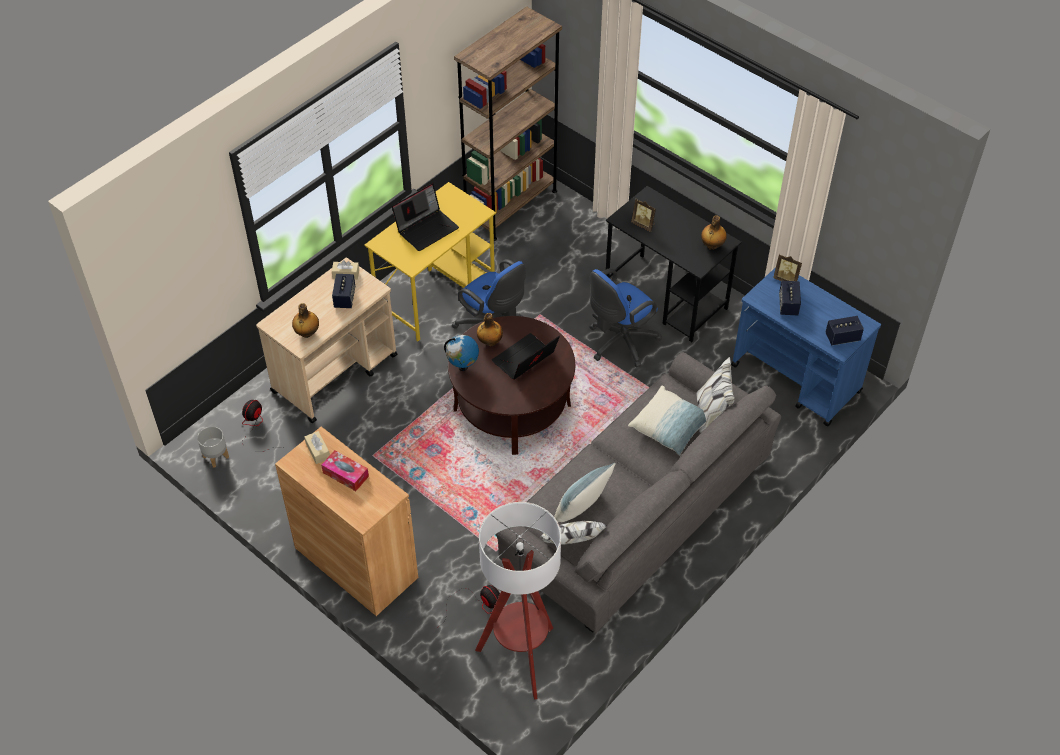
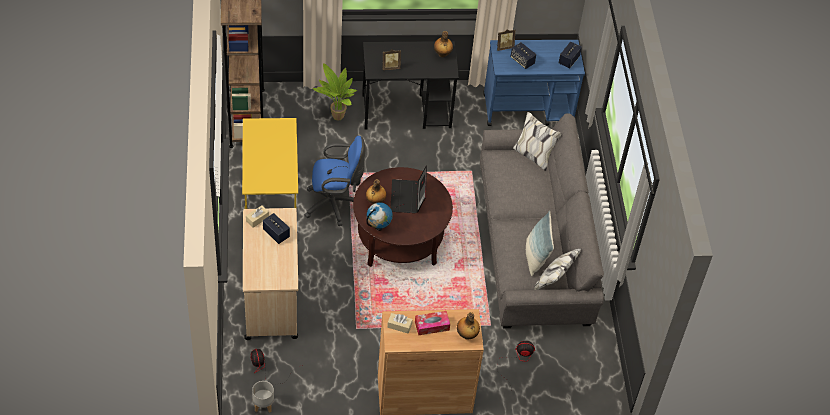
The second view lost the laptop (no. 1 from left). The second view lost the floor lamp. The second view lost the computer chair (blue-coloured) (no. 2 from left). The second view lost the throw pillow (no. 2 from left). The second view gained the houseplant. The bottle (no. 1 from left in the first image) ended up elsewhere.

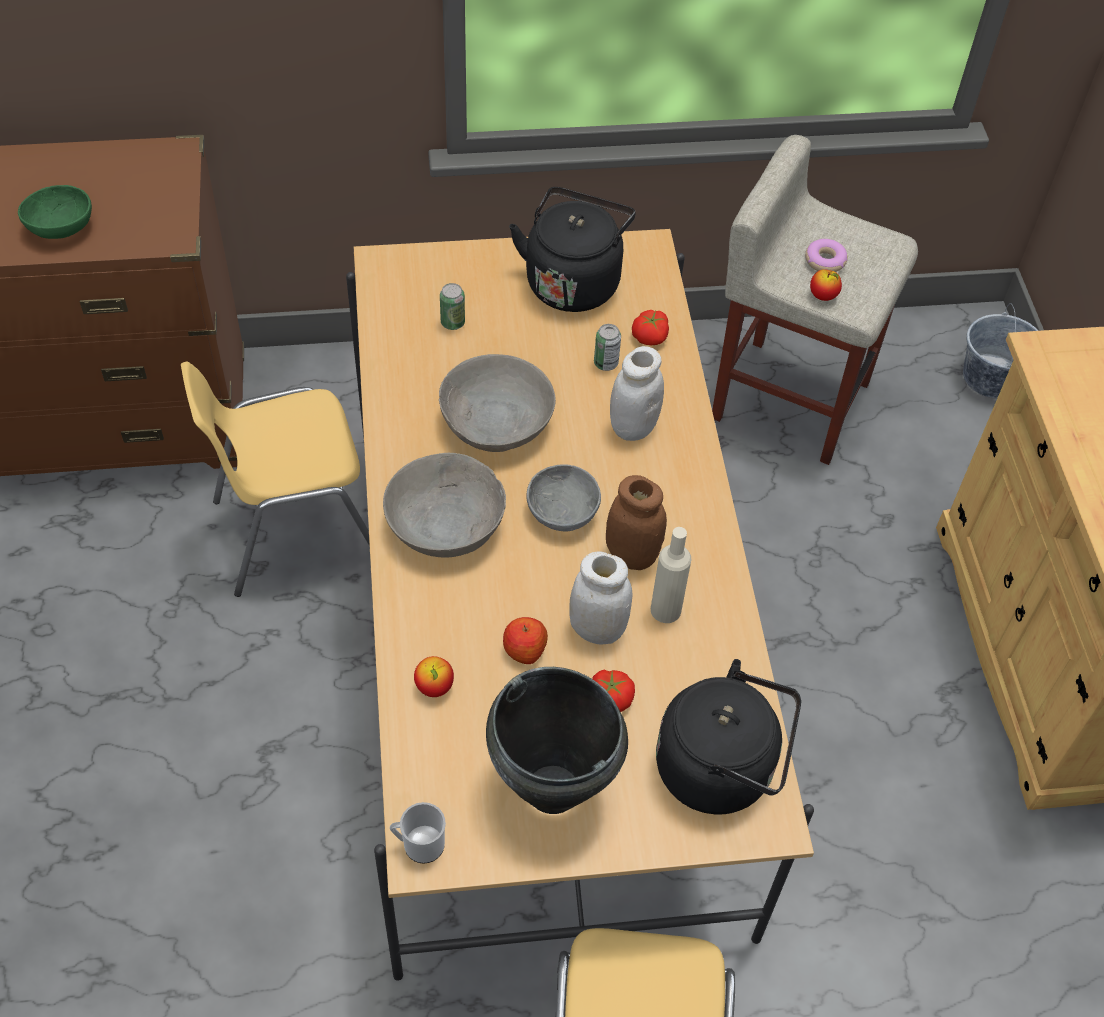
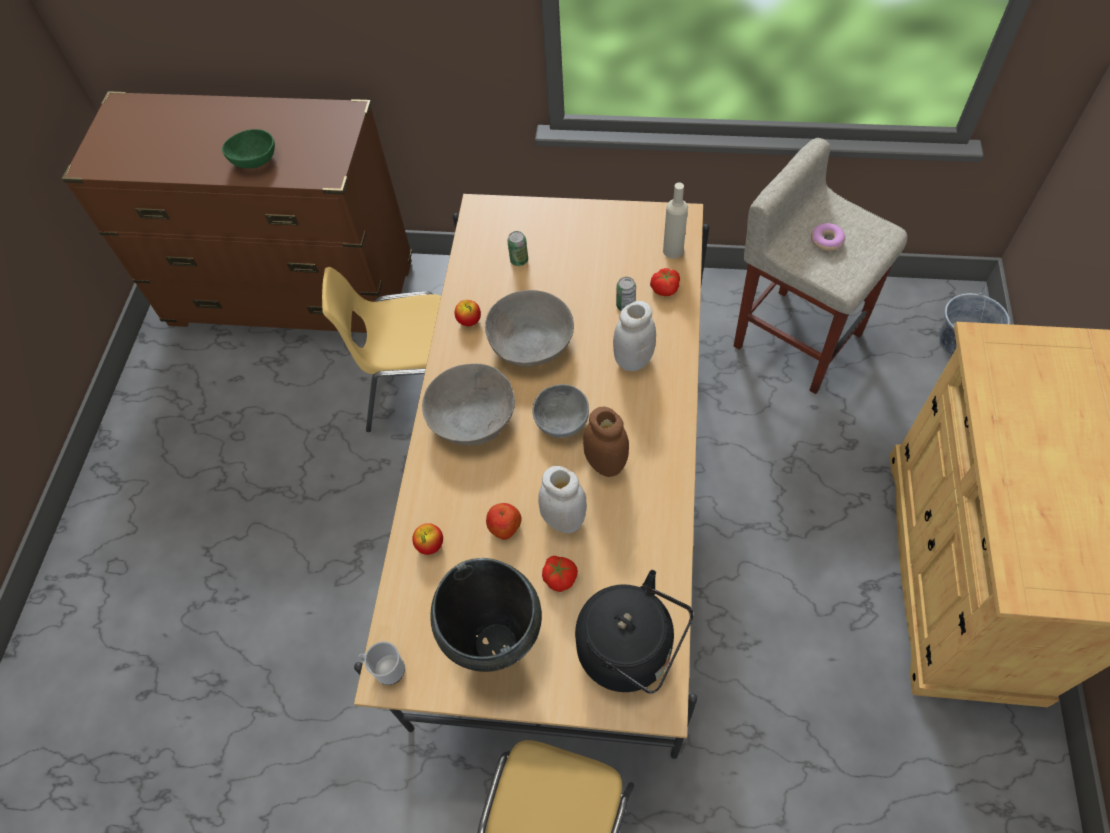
The second view lost the tea kettle (black) (no. 1 from left). The bottle (beige-coloured) ended up elsewhere. The apple (no. 3 from left in the first image) ended up elsewhere.

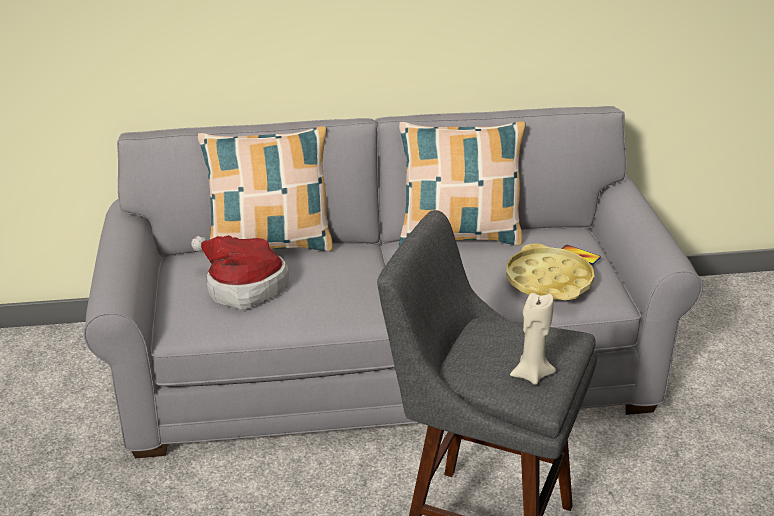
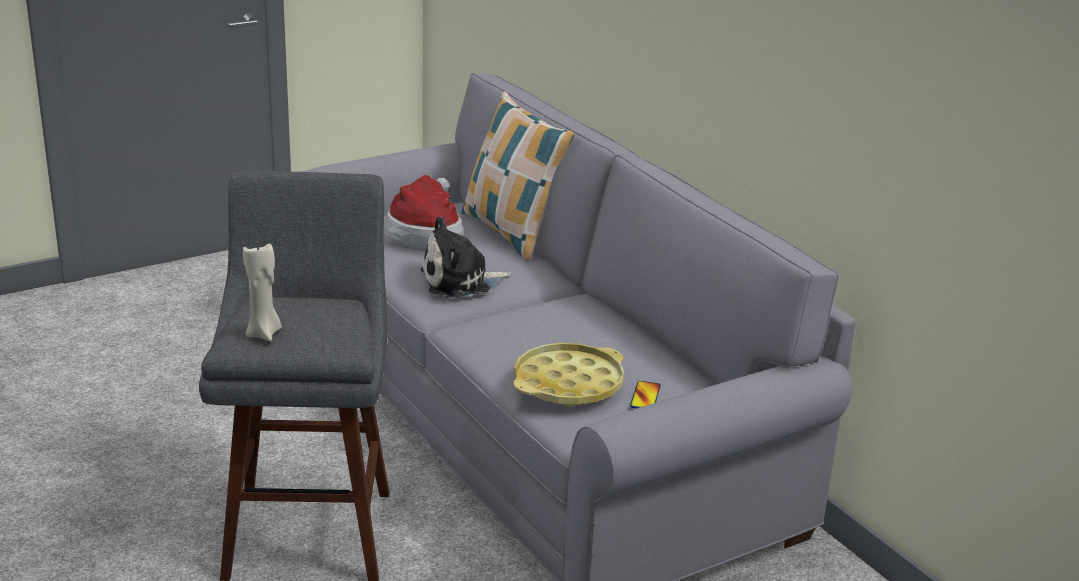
The second view lost the throw pillow (no. 2 from left). The second view gained the soft toy.

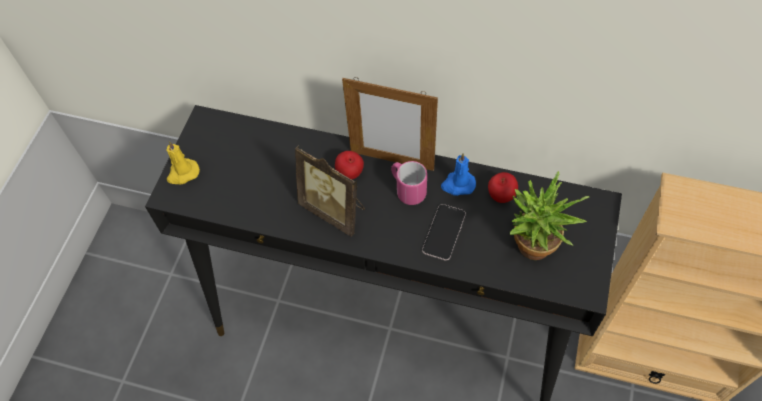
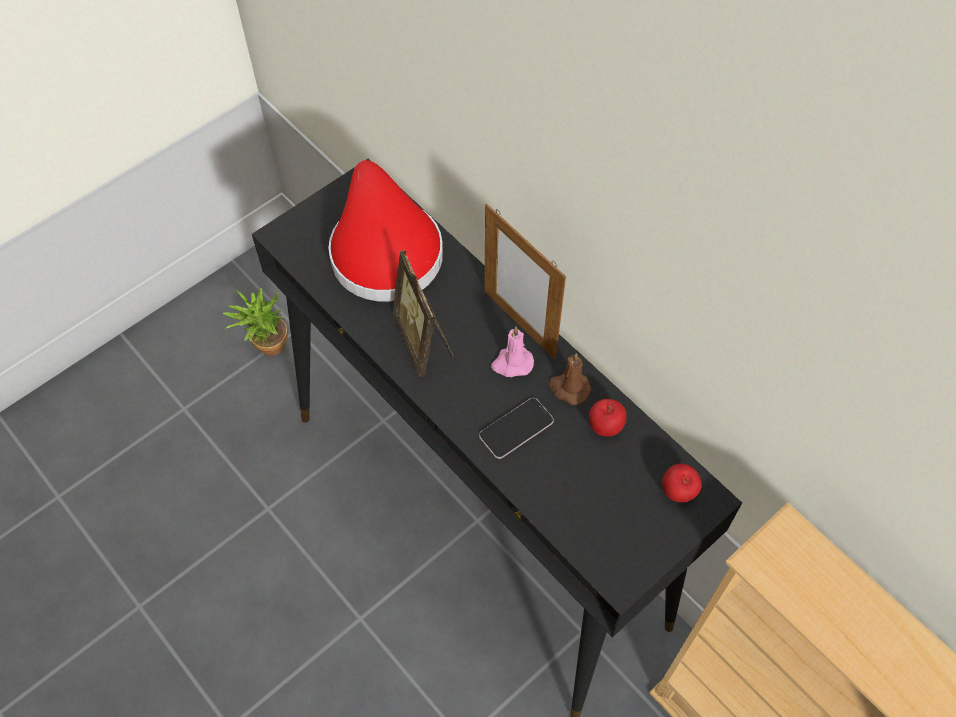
The second view lost the wax light (yellowish). The second view gained the hat (reddish). The apple (no. 1 from left in the first image) ended up elsewhere. The houseplant ended up elsewhere. Where the mug (pink-coloured) stood, the wax light (pink-coloured) came to stand. What was the wax light (blue-coloured) turned into the wax light (brownish).

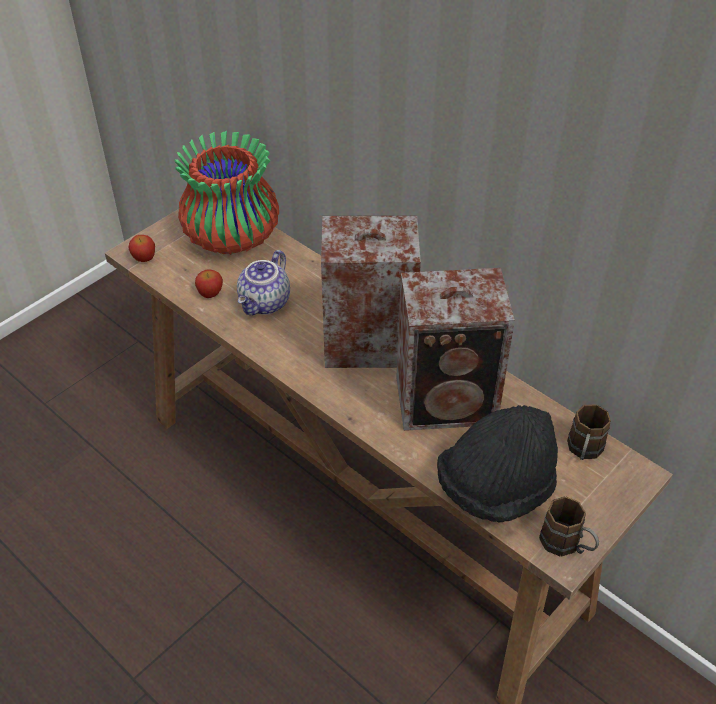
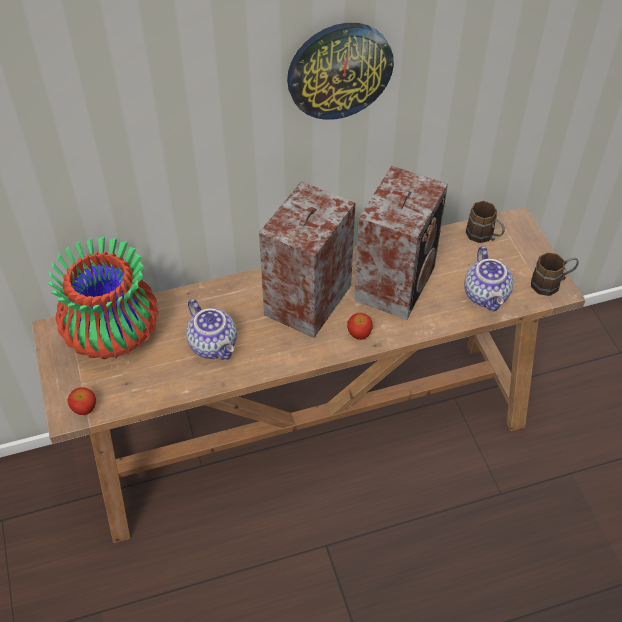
The second view gained the clock on the wall. The apple (no. 2 from left) ended up elsewhere. Where the hat (black) stood, the tea pot (no. 2 from left) came to stand.

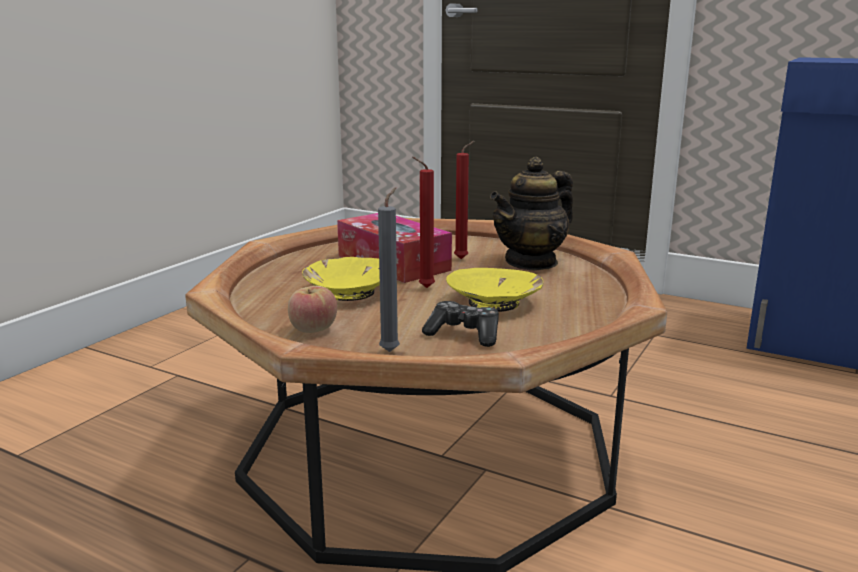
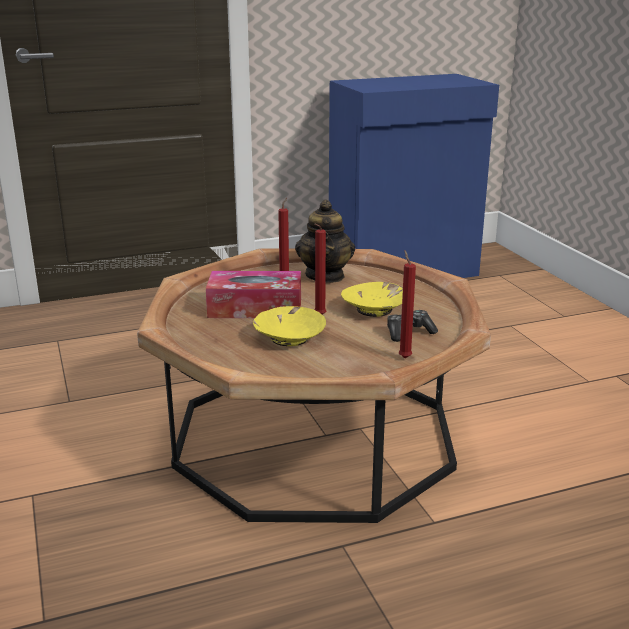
The second view lost the apple. What was the wax light (greyish) turned into the wax light (reddish) (no. 3 from left).

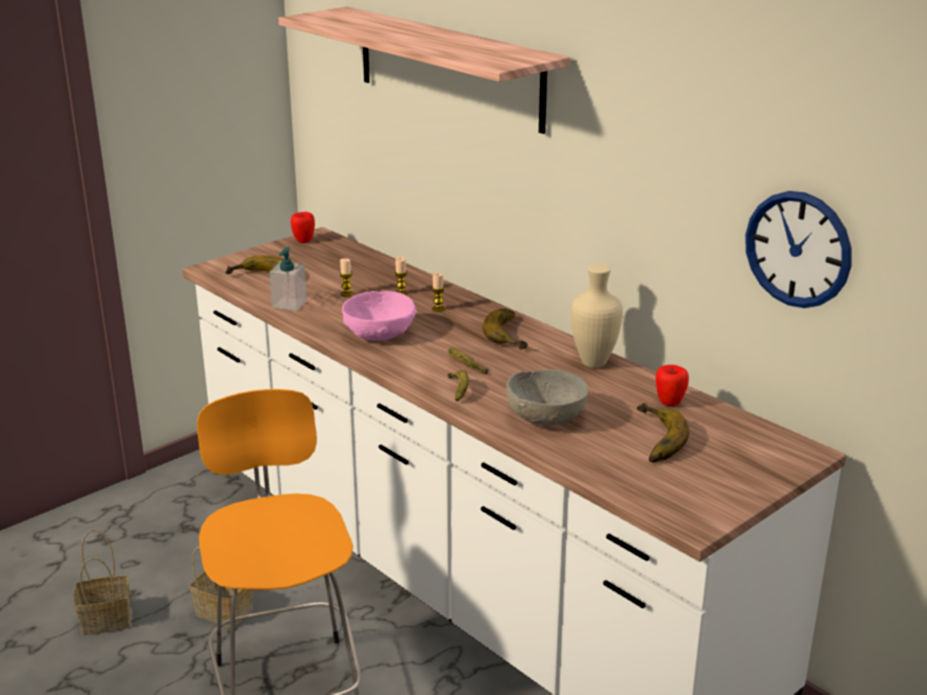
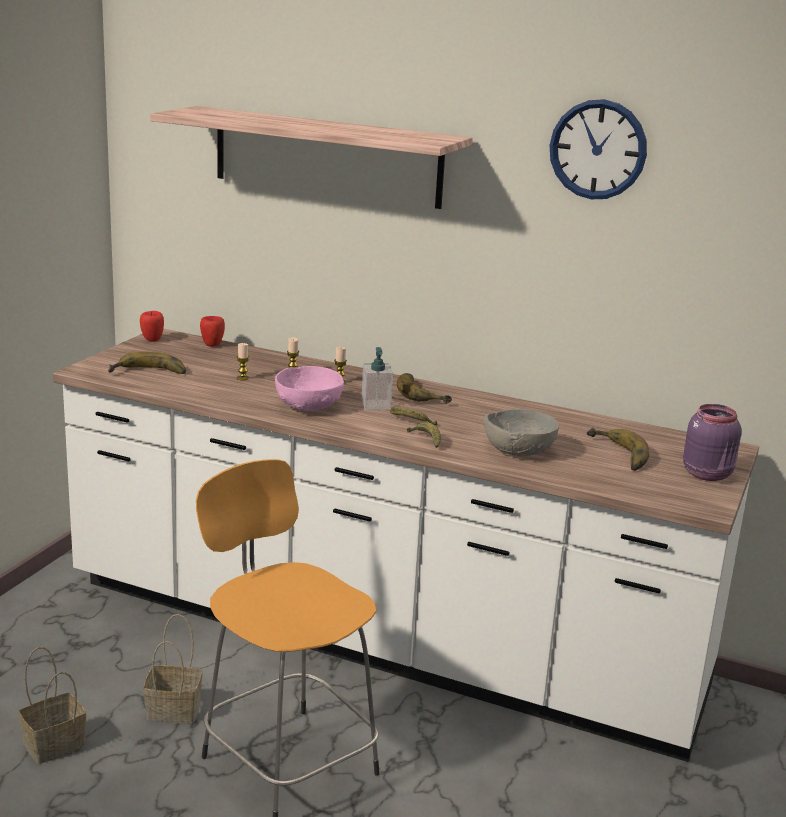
The second view lost the decorative vase (beige-coloured). The second view gained the storage jar (purple). The soap bottle ended up elsewhere. The apple (no. 2 from left) ended up elsewhere. The clock on the wall ended up elsewhere.

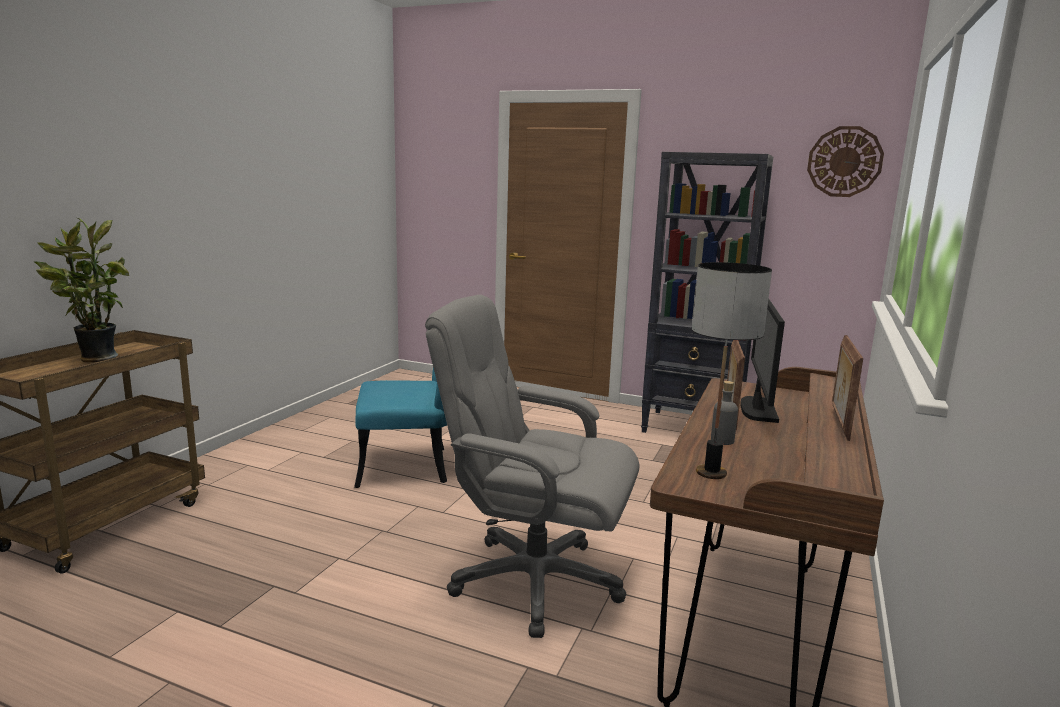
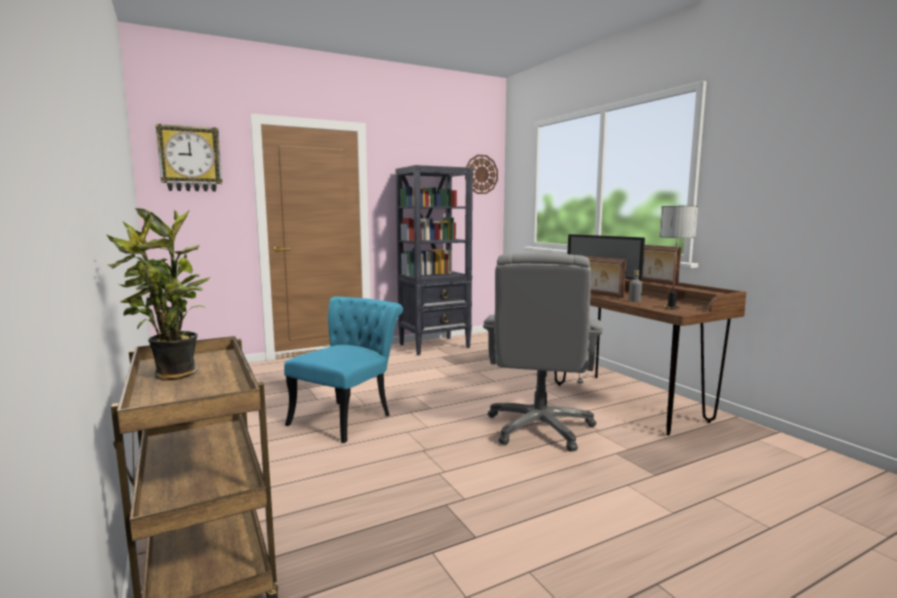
The second view gained the clock on the wall (no. 1 from left). The computer chair (greyish) ended up facing another way, 45 degrees counterclockwise from before.

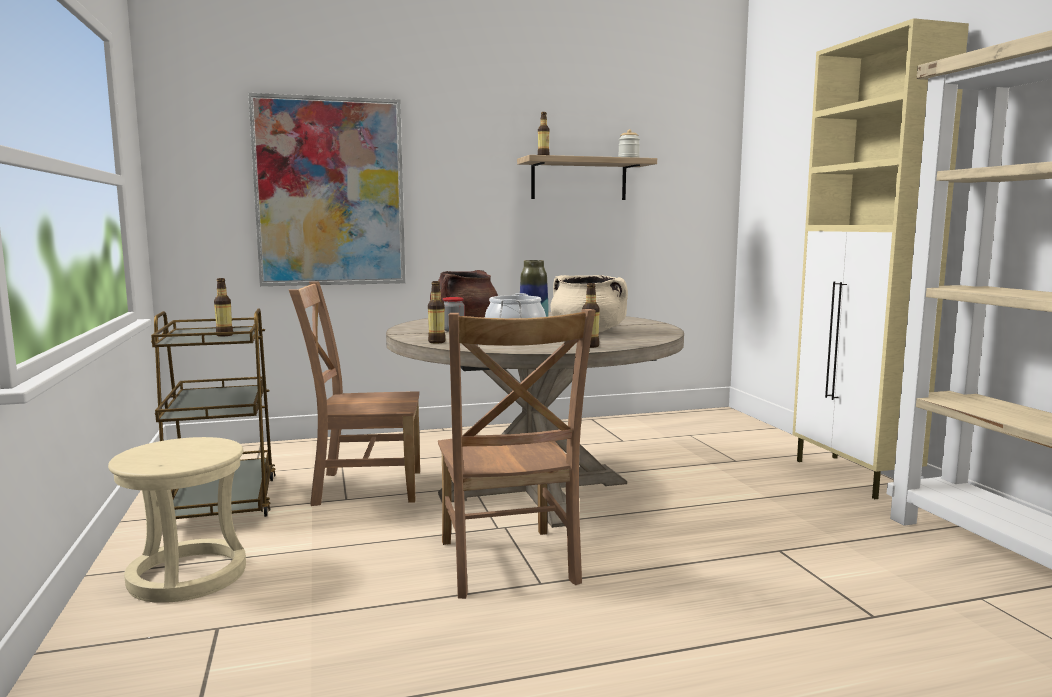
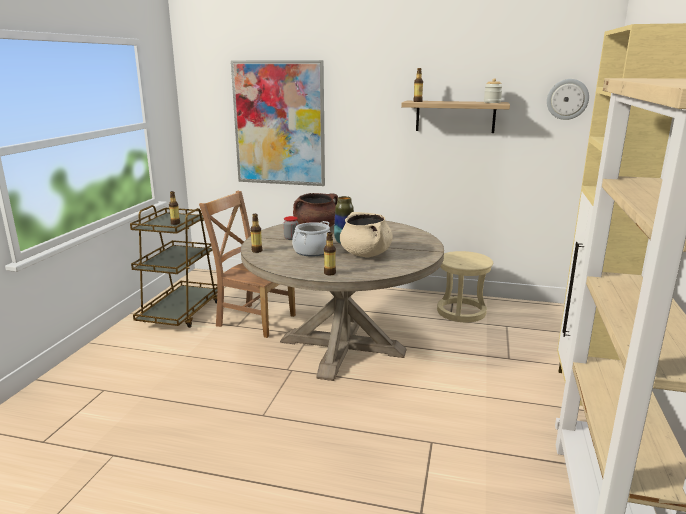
The second view lost the chair (brownish) (no. 2 from left). The second view gained the clock on the wall. The stool seat (beige-coloured) ended up elsewhere.

